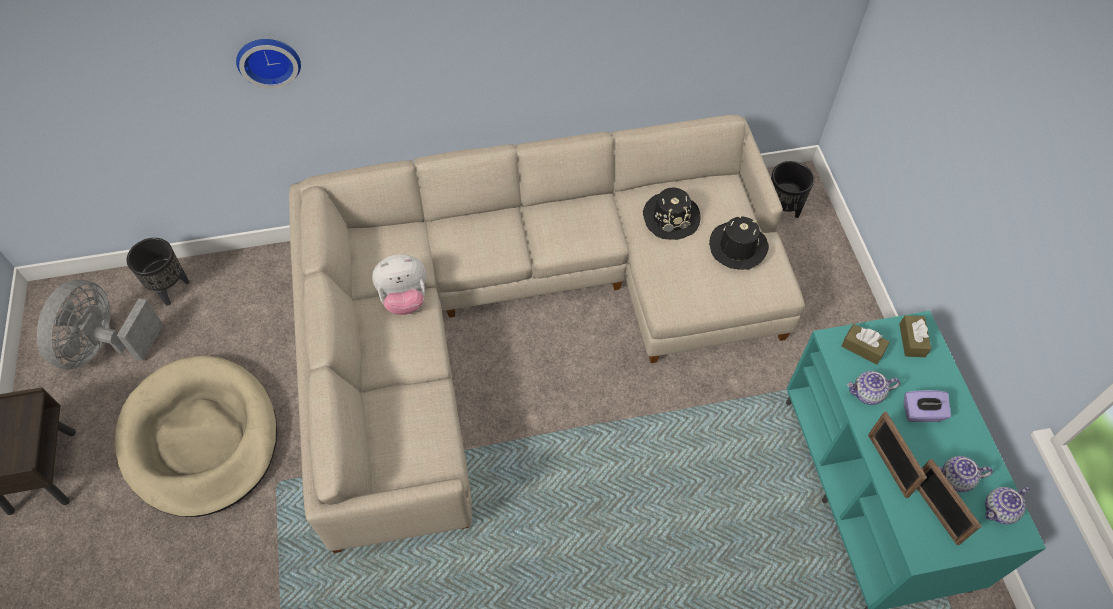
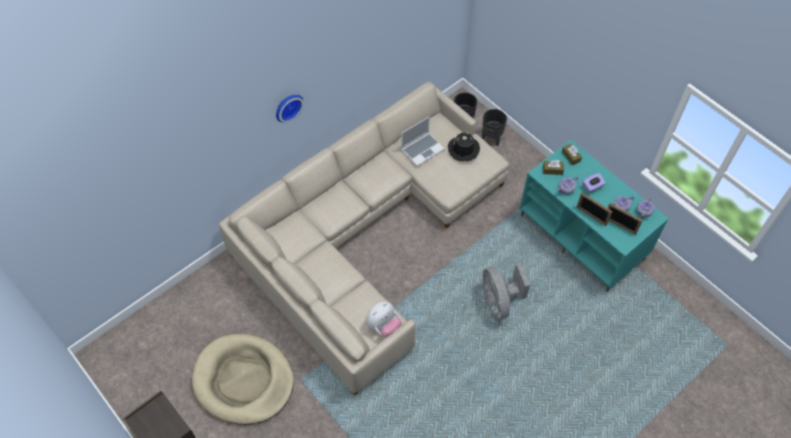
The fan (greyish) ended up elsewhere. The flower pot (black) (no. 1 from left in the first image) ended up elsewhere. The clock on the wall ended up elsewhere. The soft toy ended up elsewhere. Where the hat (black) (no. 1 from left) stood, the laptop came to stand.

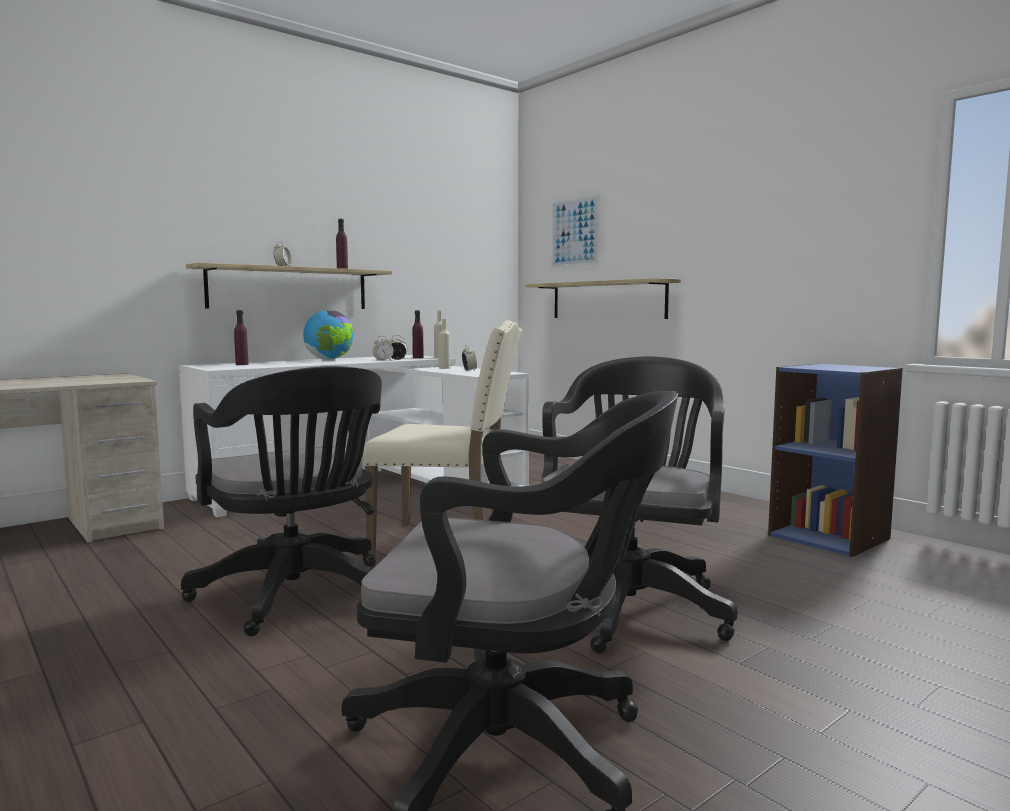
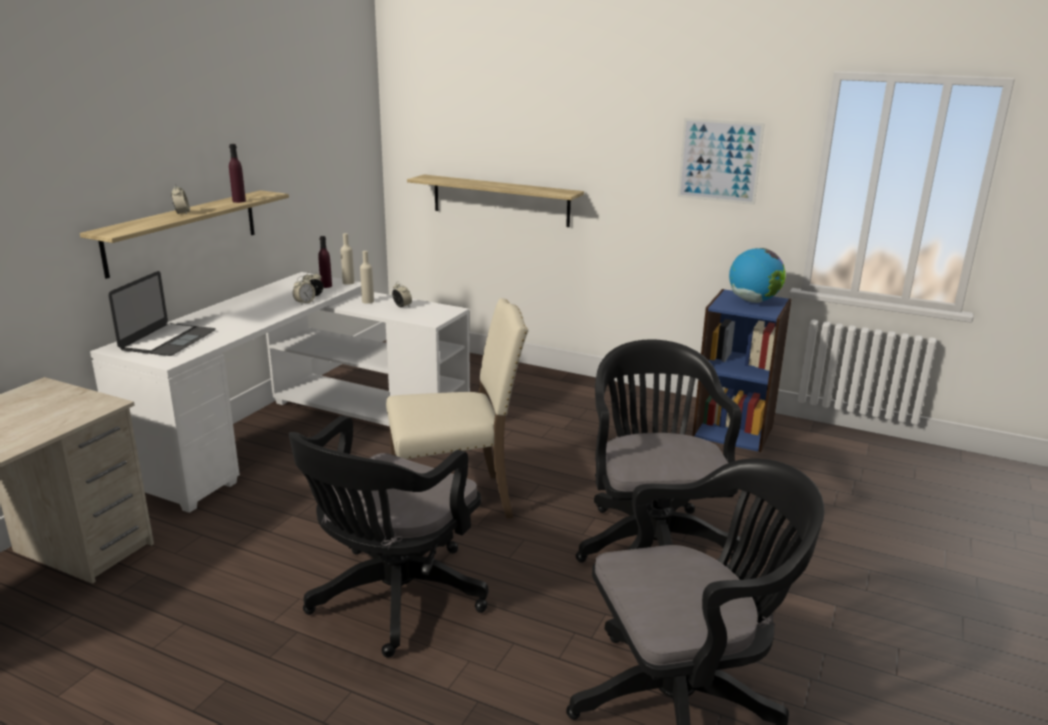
The desk globe ended up elsewhere. The wall picture ended up elsewhere. Where the bottle (purple) (no. 1 from left) stood, the laptop came to stand. The computer chair (black) (no. 1 from left) ended up facing another way, 90 degrees clockwise from before.

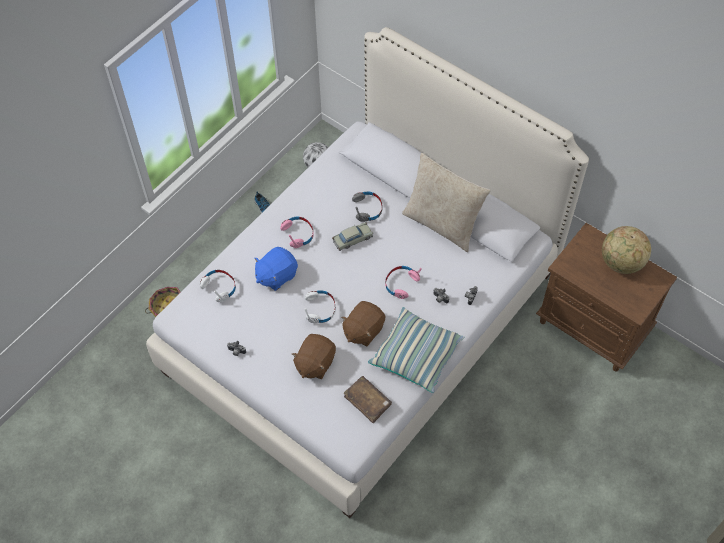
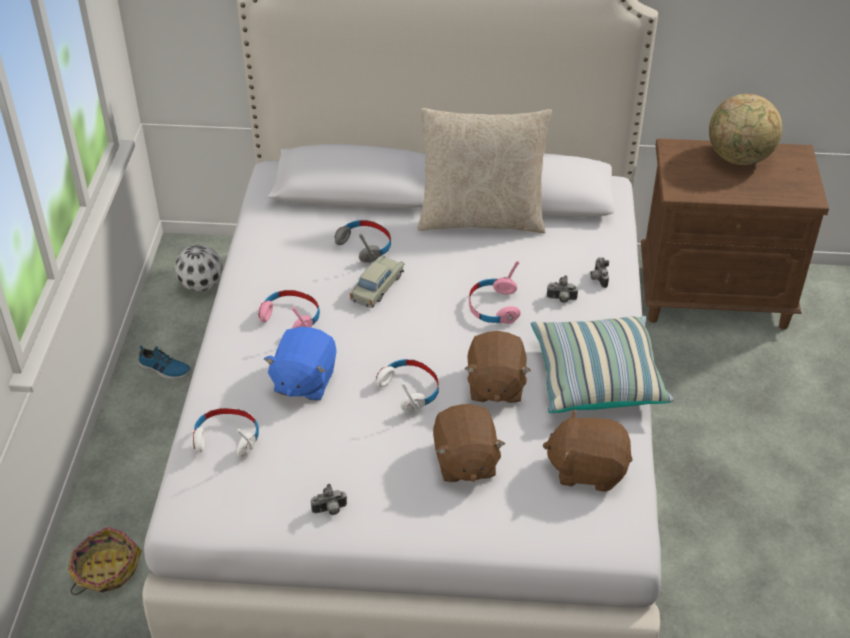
Where the bound book (brownish) stood, the soft toy (brownish) (no. 3 from left) came to stand.

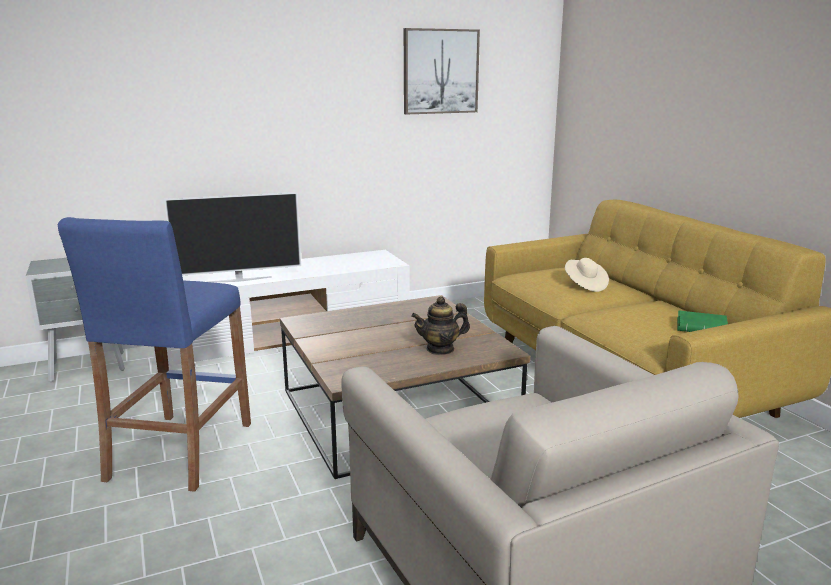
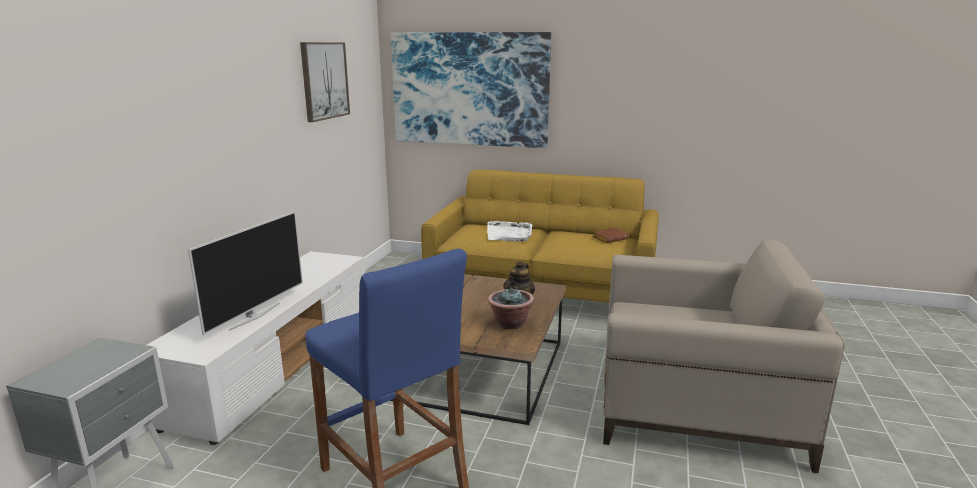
The second view gained the wall picture (no. 2 from left). The second view gained the houseplant. Where the hat (beige-coloured) stood, the serving tray (white-coloured) came to stand. What was the bound book (greenish) turned into the bound book (brownish).

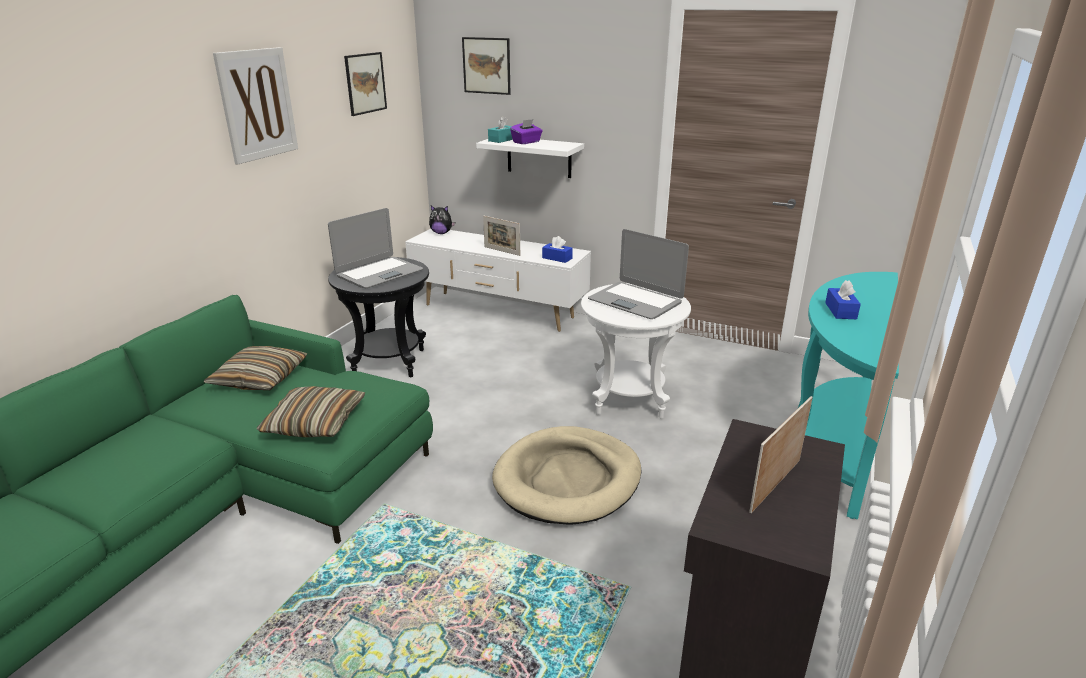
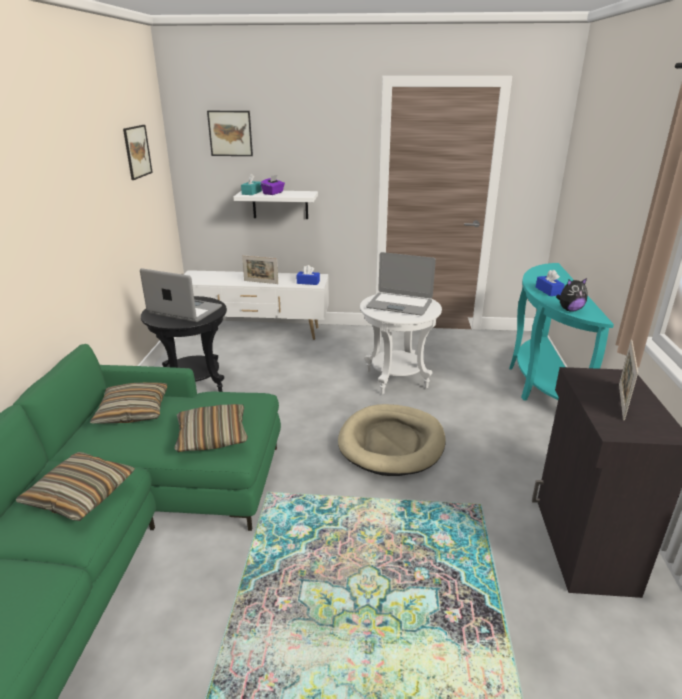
The second view lost the wall picture (no. 1 from left). The second view gained the throw pillow (no. 1 from left). The soft toy ended up elsewhere. The laptop (no. 1 from left) ended up facing another way, 90 degrees counterclockwise from before.

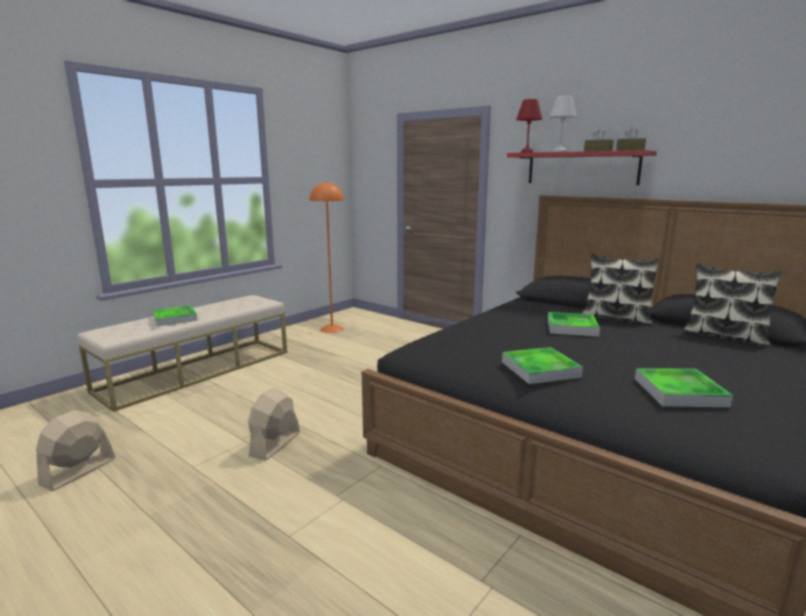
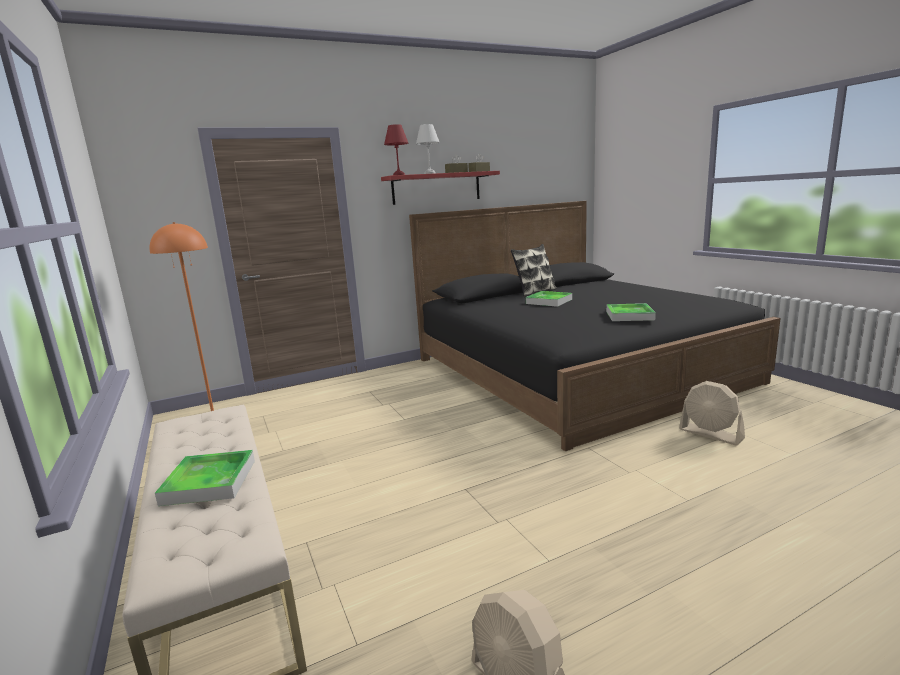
The second view lost the serving tray (no. 4 from left). The second view lost the throw pillow (no. 2 from left). The fan (beige-coloured) (no. 2 from left) ended up elsewhere.

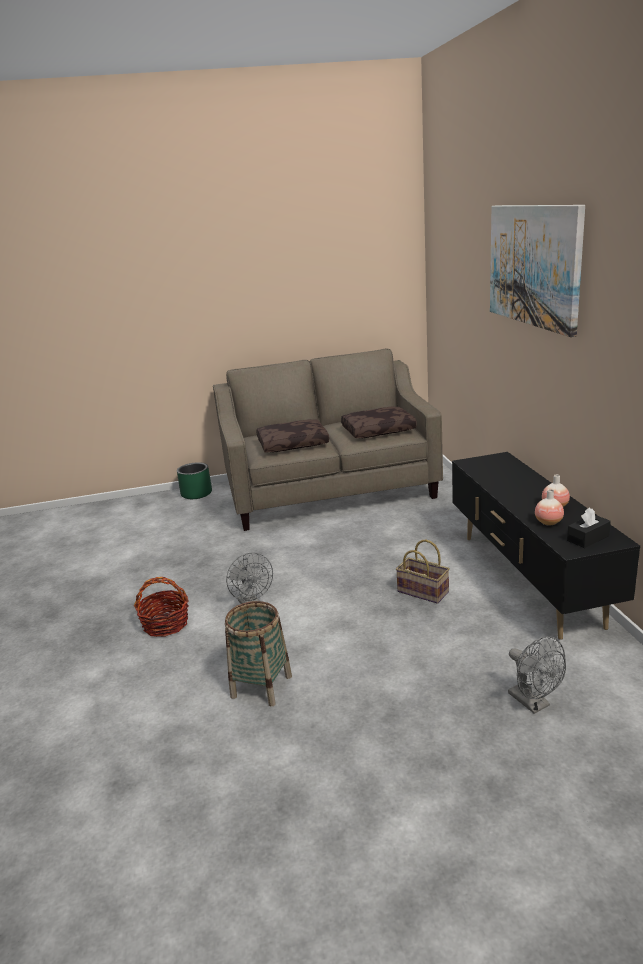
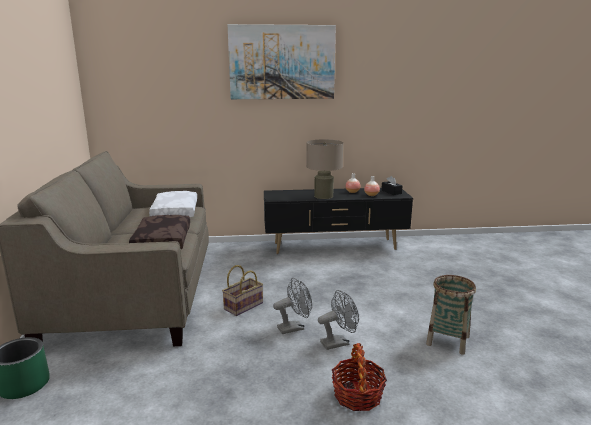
The second view gained the table lamp (beige-coloured). The storage basket (no. 3 from left in the first image) ended up elsewhere. The fan (greyish) (no. 2 from left in the first image) ended up elsewhere. What was the throw pillow (brownish) (no. 2 from left) turned into the throw pillow (white-coloured).

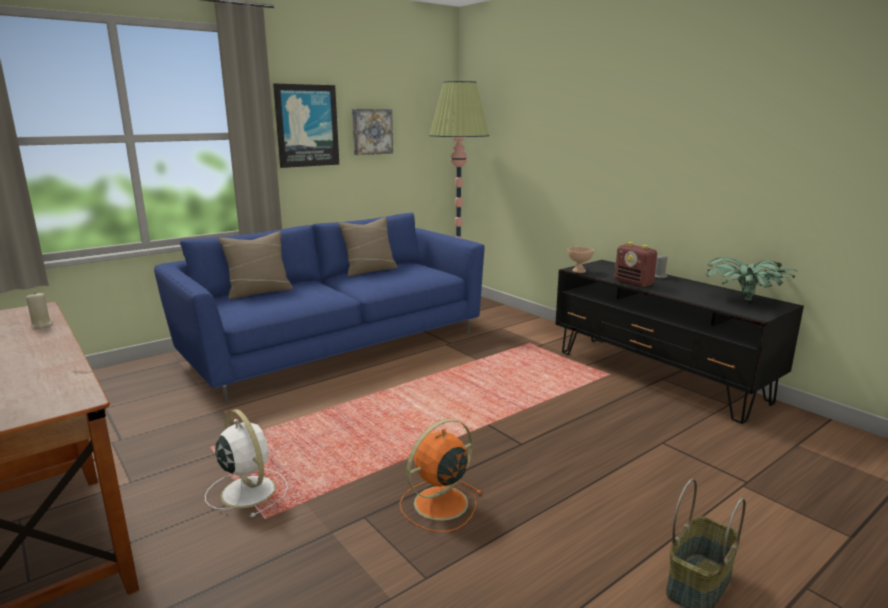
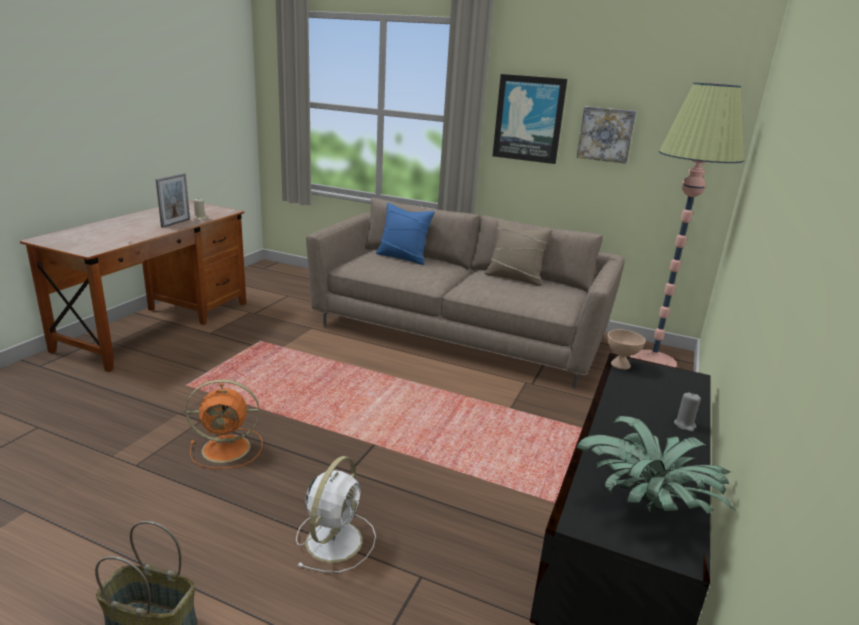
The second view lost the radio set. The second view gained the photo frame. The fan (white-coloured) ended up elsewhere. What was the settee (blue-coloured) turned into the settee (beige-coloured). What was the throw pillow (beige-coloured) (no. 1 from left) turned into the throw pillow (blue-coloured). The fan (orange-coloured) ended up facing another way, 150 degrees clockwise from before.

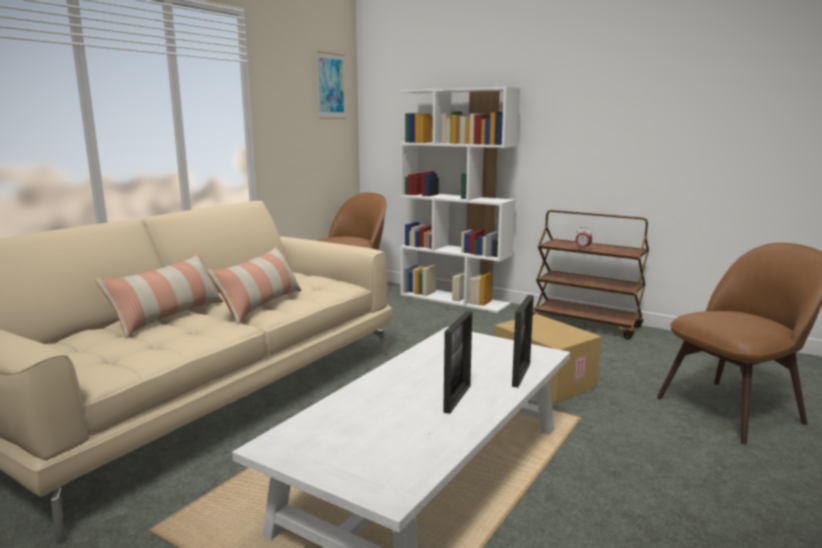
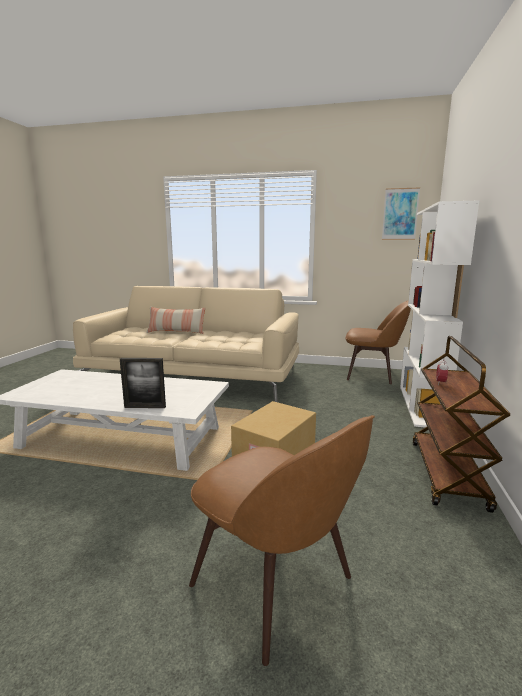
The second view lost the throw pillow (no. 2 from left). The second view lost the photo frame (no. 1 from left).

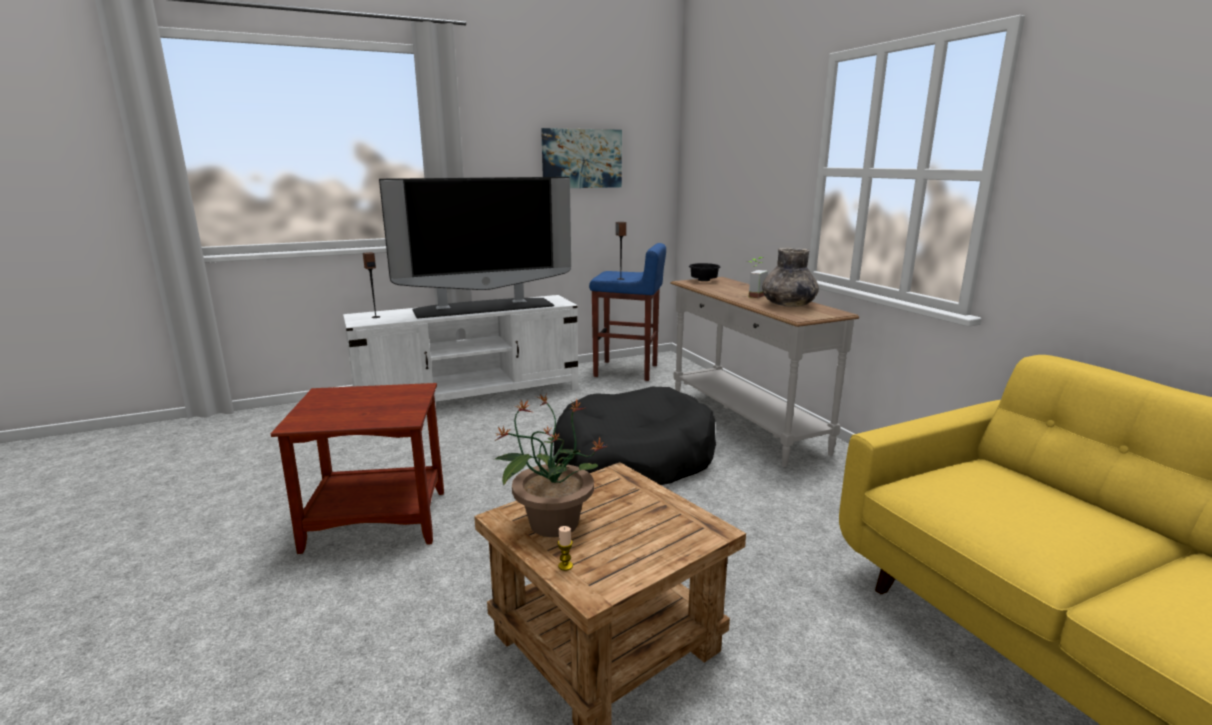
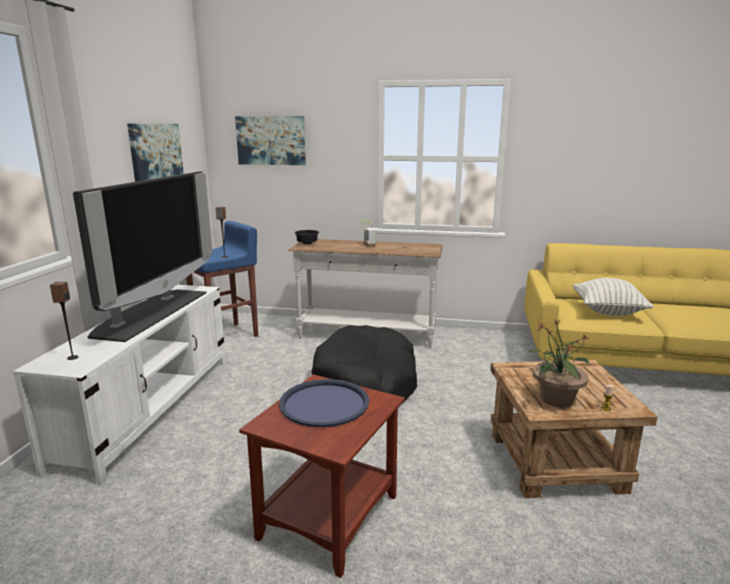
The second view lost the decorative vase (greyish). The second view gained the wall picture (no. 2 from left). The second view gained the serving tray (blue-coloured). The second view gained the throw pillow.

